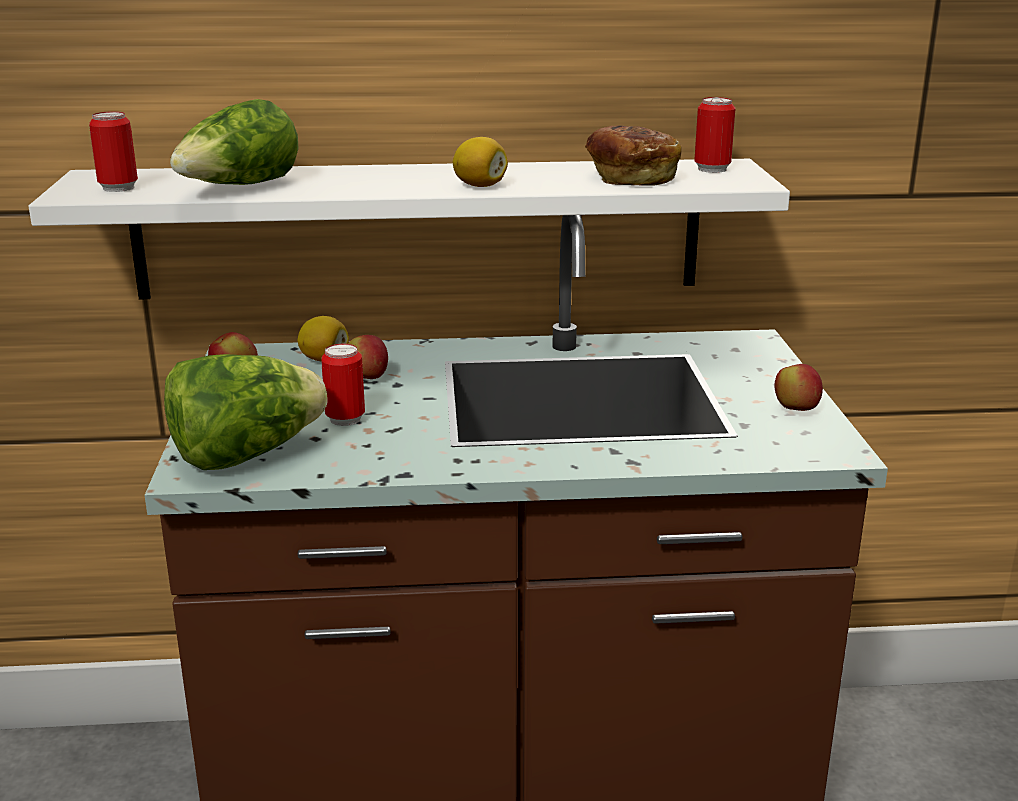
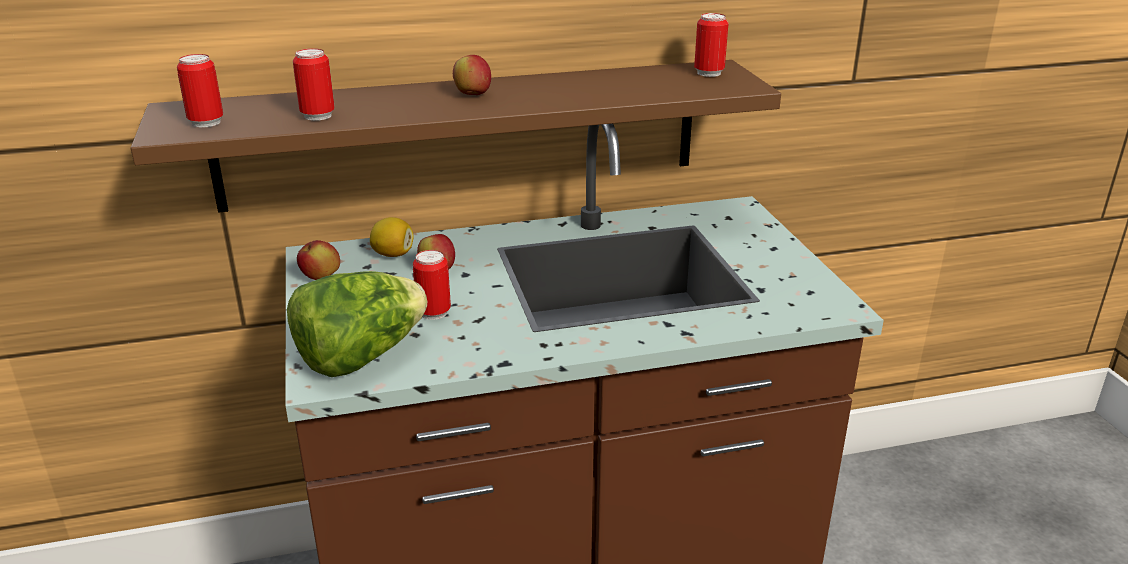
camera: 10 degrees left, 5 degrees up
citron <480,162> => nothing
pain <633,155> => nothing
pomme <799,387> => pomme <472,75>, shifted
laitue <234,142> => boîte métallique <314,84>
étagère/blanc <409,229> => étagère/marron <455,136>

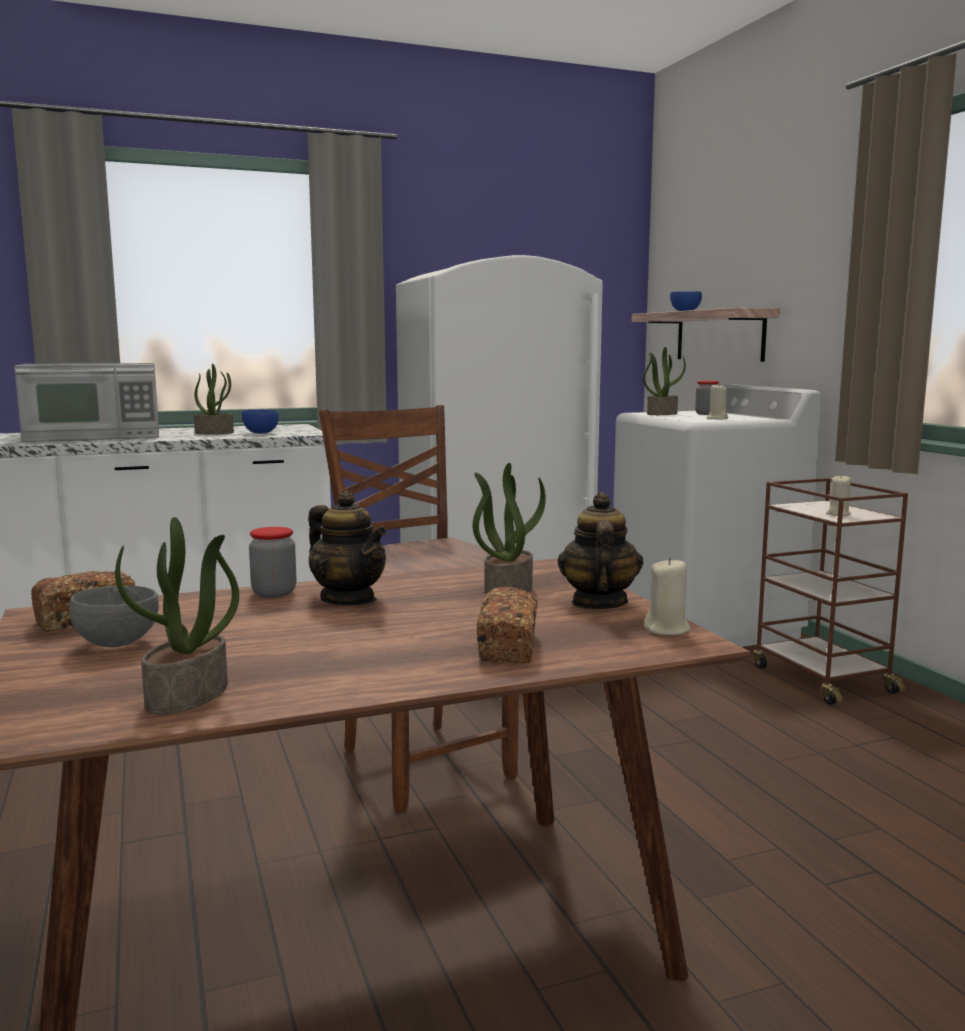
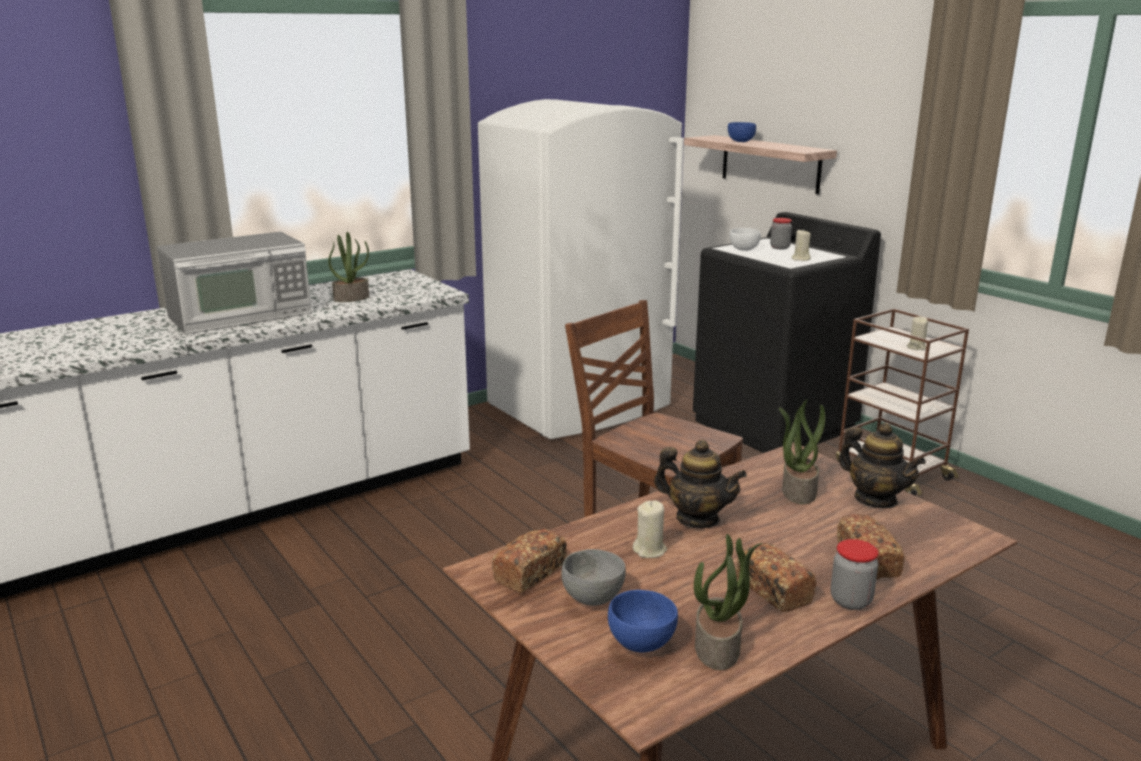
camera: 15 degrees left, 10 degrees up
nothing => pain <776,577>
bol/bleu <260,421> => bol/bleu <643,621>, shifted
bocal <273,562> => bocal <855,574>, shifted
bougie/beige <667,596> => bougie/beige <650,529>, shifted
plante en pot <664,381> => bol/blanc <745,239>
lave-linge/blanc <717,515> => lave-linge/noir <787,332>
théière <600,551> => théière <882,465>, 150 degrees clockwise

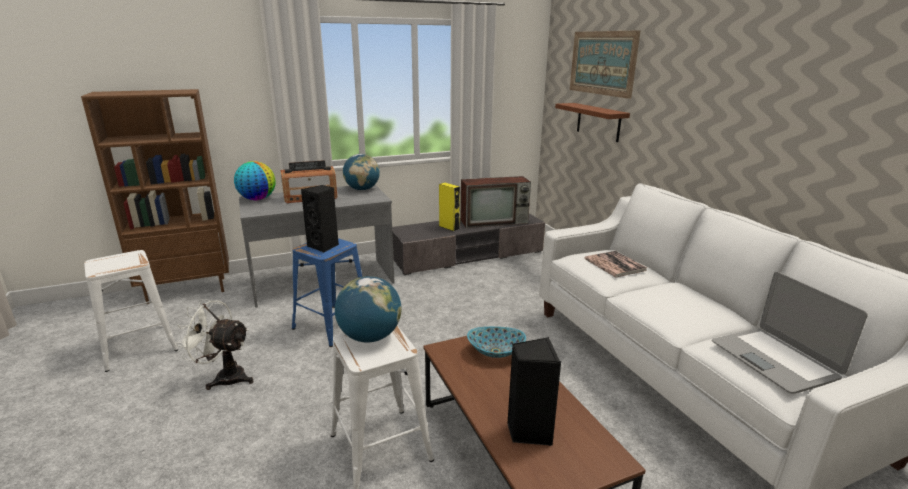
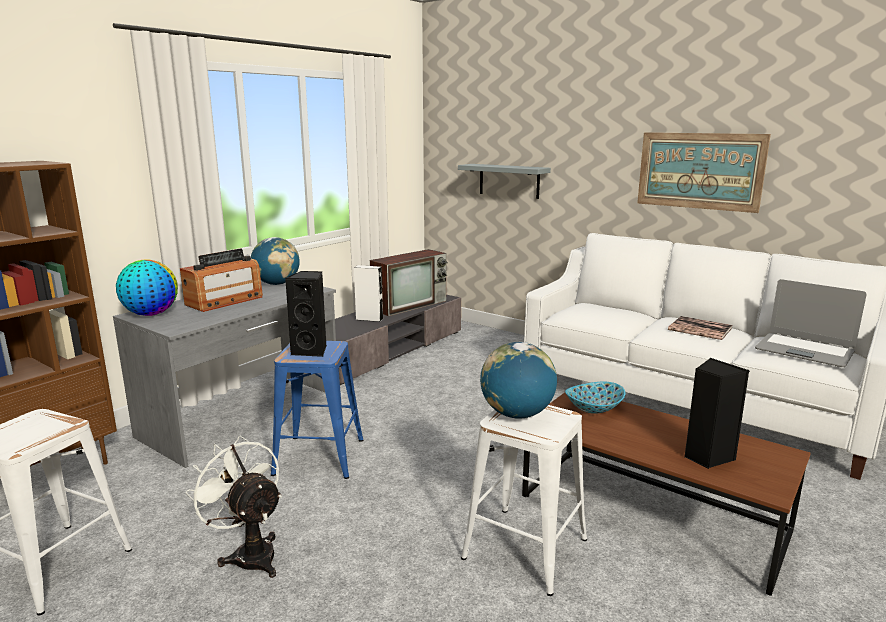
camera: 30 degrees left, 5 degrees down
tableau <605,64> => tableau <704,172>, shifted
livre <616,264> => livre <700,328>, shifted
enceinte/jaune <449,207> => enceinte/blanc <368,293>
étagère/marron <592,122> => étagère/gris <504,181>
ventilateur/blanc <214,344> => ventilateur/blanc <234,507>, 60 degrees clockwise

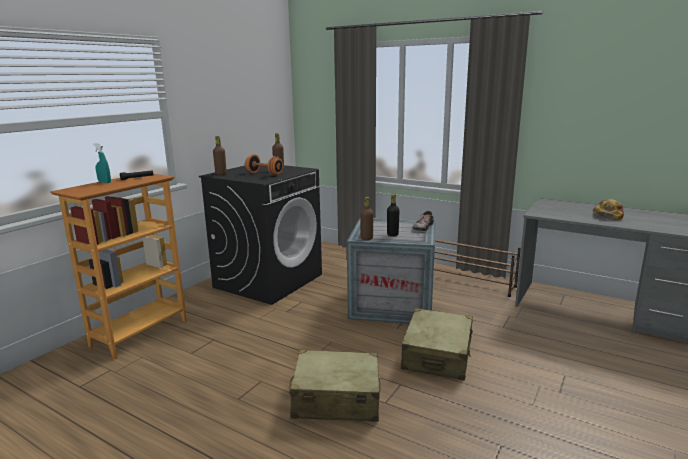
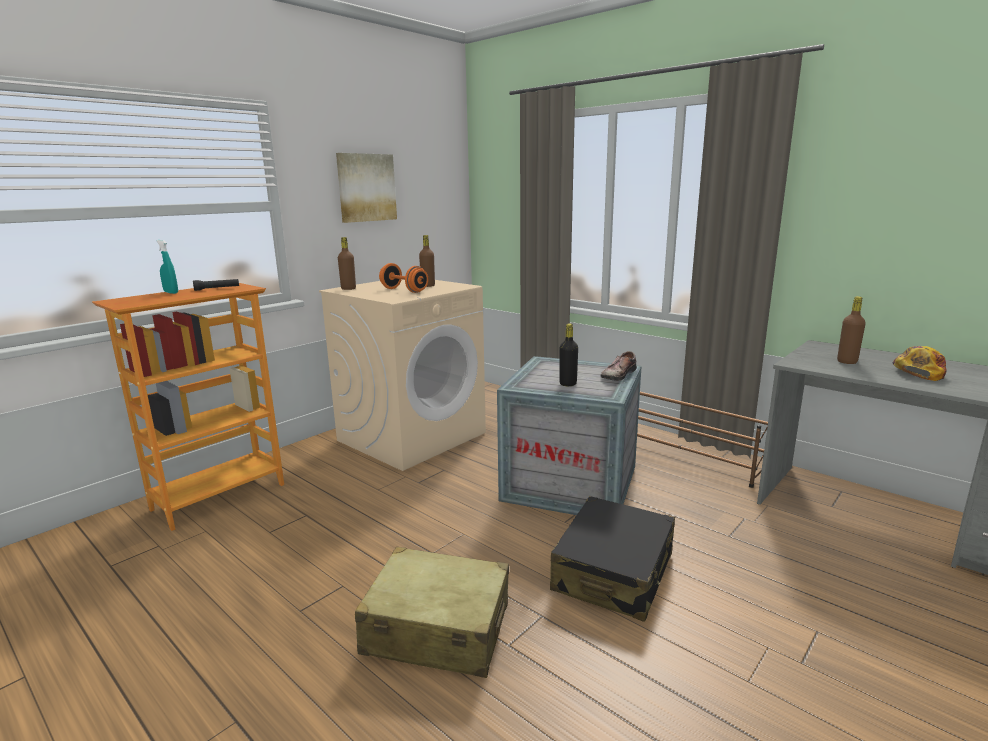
camera: 10 degrees right, 0 degrees up
nothing => tableau <366,188>
bouteille/marron <367,218> => bouteille/marron <851,330>, shifted
lave-linge/noir <260,234> => lave-linge/beige <402,375>
valise/beige <437,344> => valise/noir <612,559>

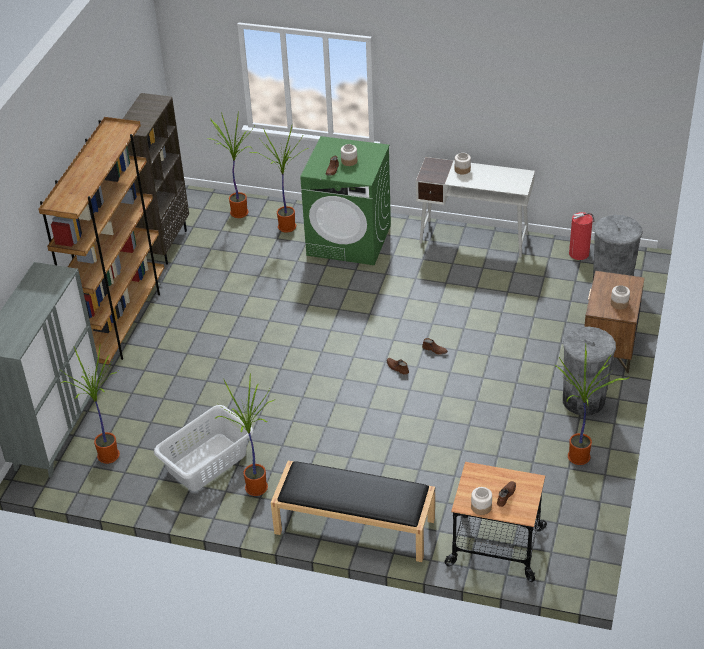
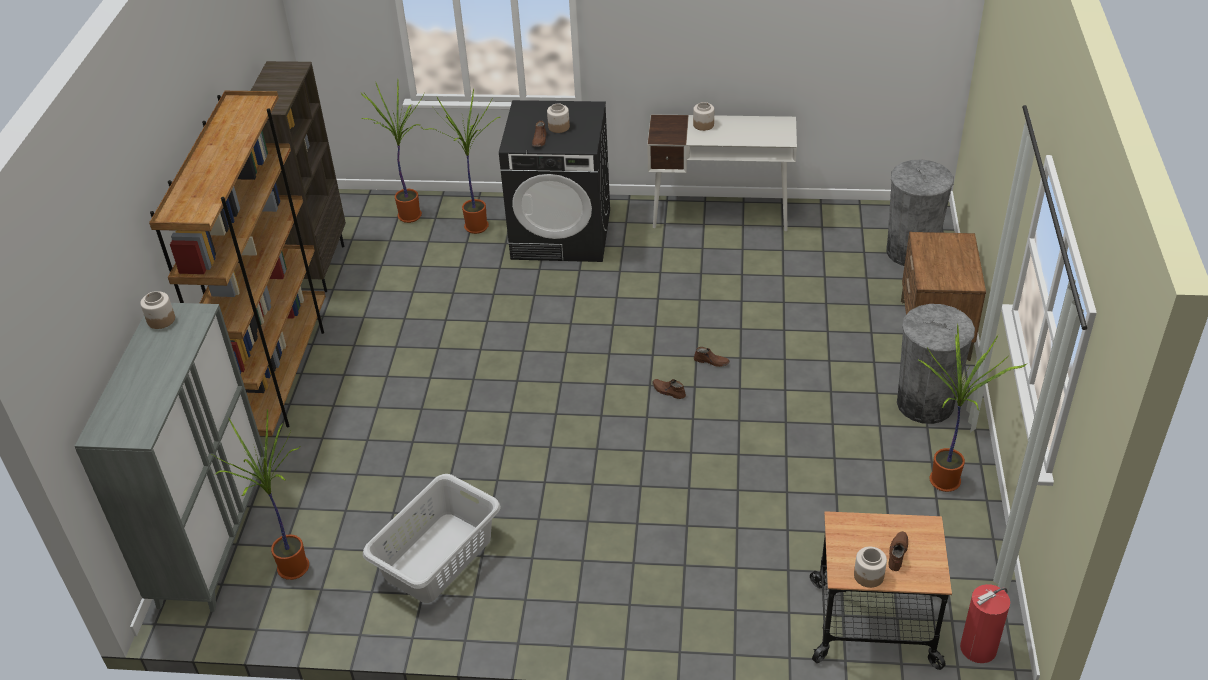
camera: 10 degrees left, 0 degrees up
plante en pot <245,435> => nothing
banc/noir <353,511> => nothing
extincteur <581,236> => extincteur <985,623>, shifted
bocal <620,297> => bocal <157,310>, shifted
lave-linge/vert <345,200> => lave-linge/noir <554,181>

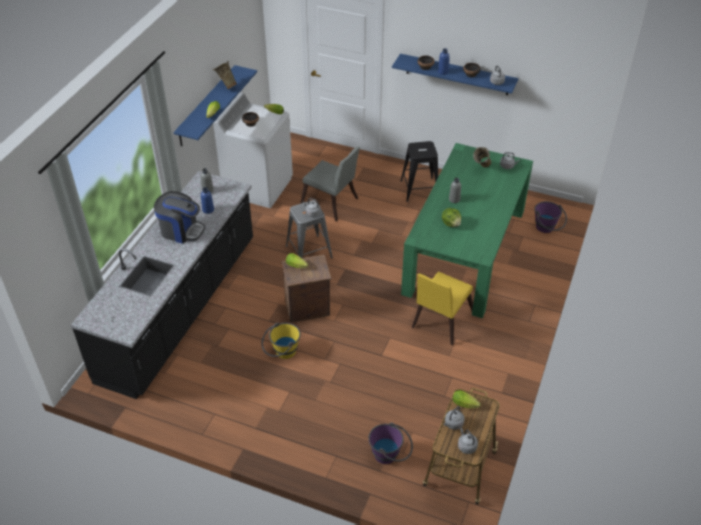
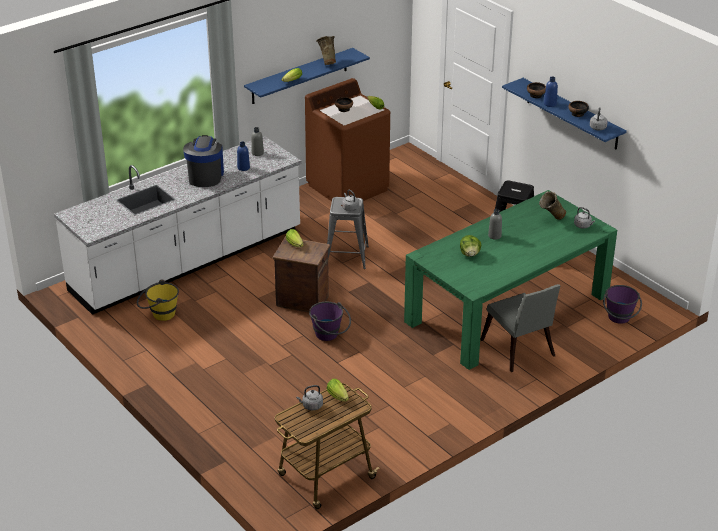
camera: 30 degrees right, 10 degrees down
chaise/jaune <442,308> => nothing
bouilloire/gris <468,441> => nothing
seau/jaune <281,340> => seau/jaune <158,300>, shifted
chaise/gris <330,183> => chaise/gris <520,328>, shifted
seau/violet <390,443> => seau/violet <330,321>, shifted
comptoir de cuisine/noir <162,285> => comptoir de cuisine/blanc <177,225>
lave-linge/blanc <253,150> => lave-linge/marron <347,142>
machine à café <179,217> => machine à café <203,161>, 135 degrees counterclockwise

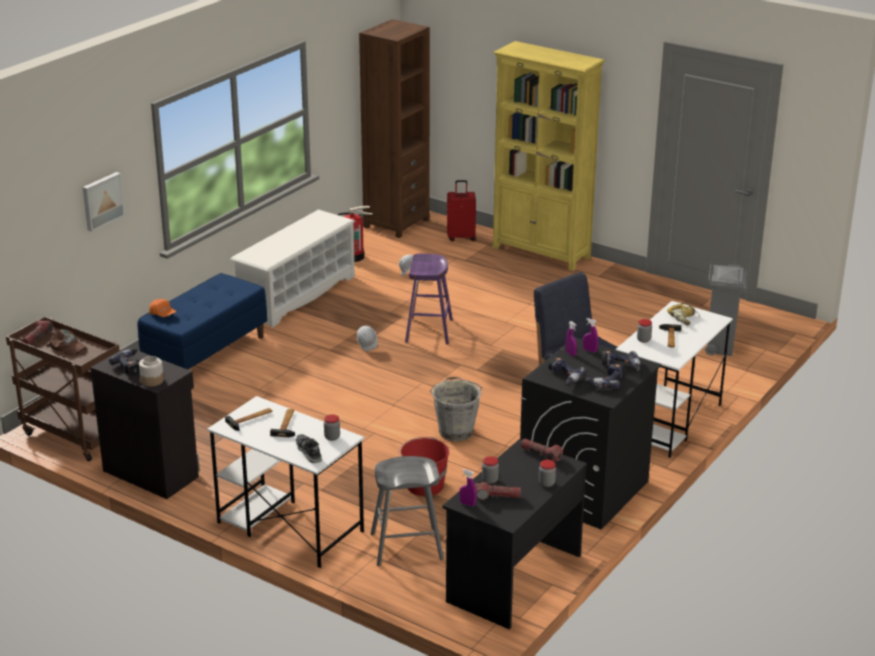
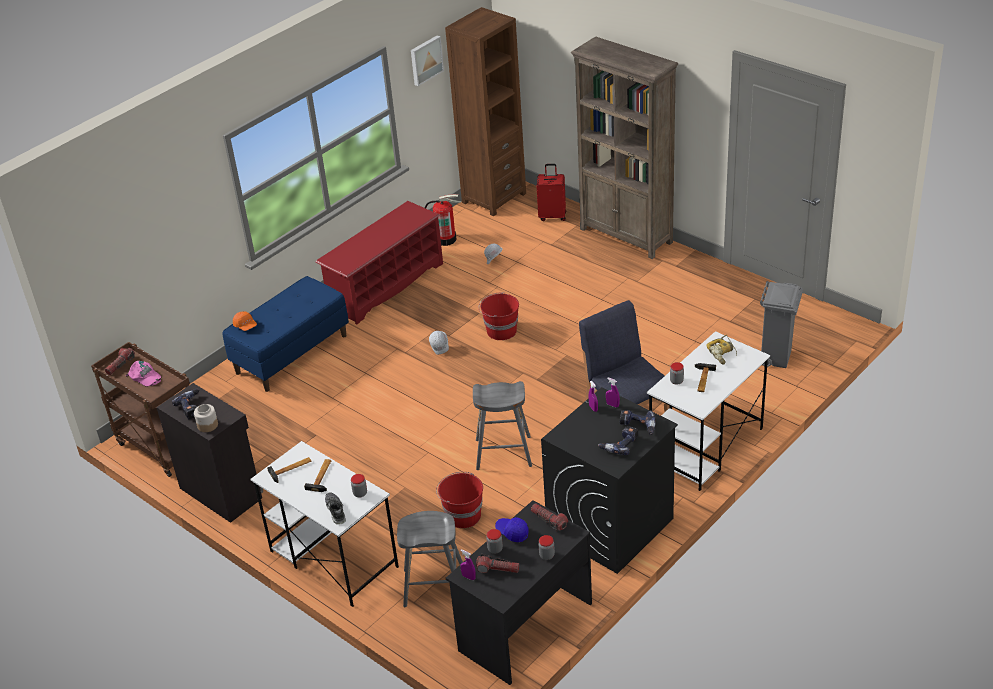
camera: 10 degrees right, 10 degrees up
perceuse <567,371> => nothing
nothing => casquette/bleu <511,529>
tableau <104,202> => tableau <427,60>, shifted
tabouret/violet <429,299> => seau/rouge <499,316>
seau/gris <456,409> => tabouret/gris <502,425>
casquette/marron <66,342> => casquette/rose <143,374>
étagère à chaussures/blanc <292,269> => étagère à chaussures/rouge <379,263>
bibliothèque/jaune <548,156> => bibliothèque/marron <624,148>

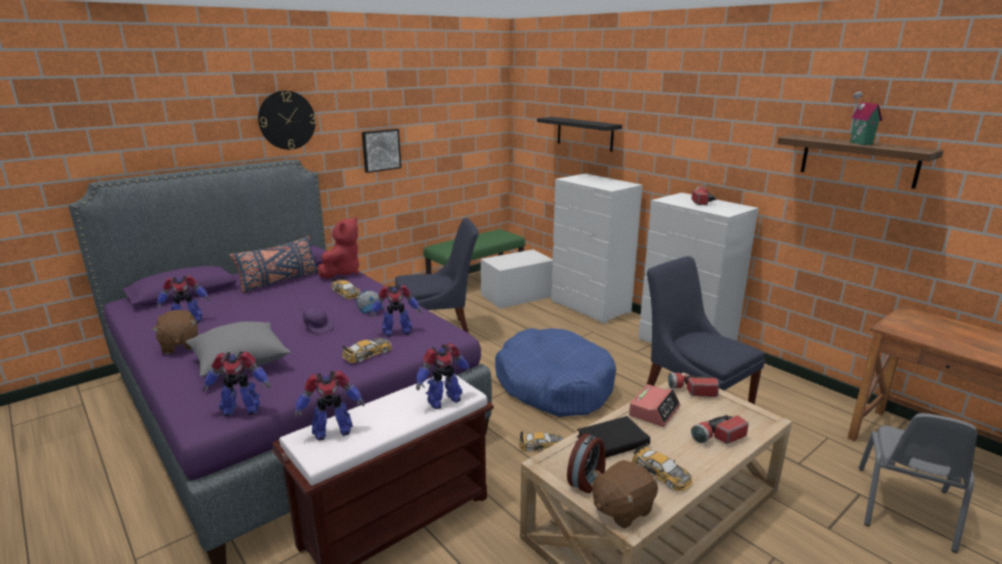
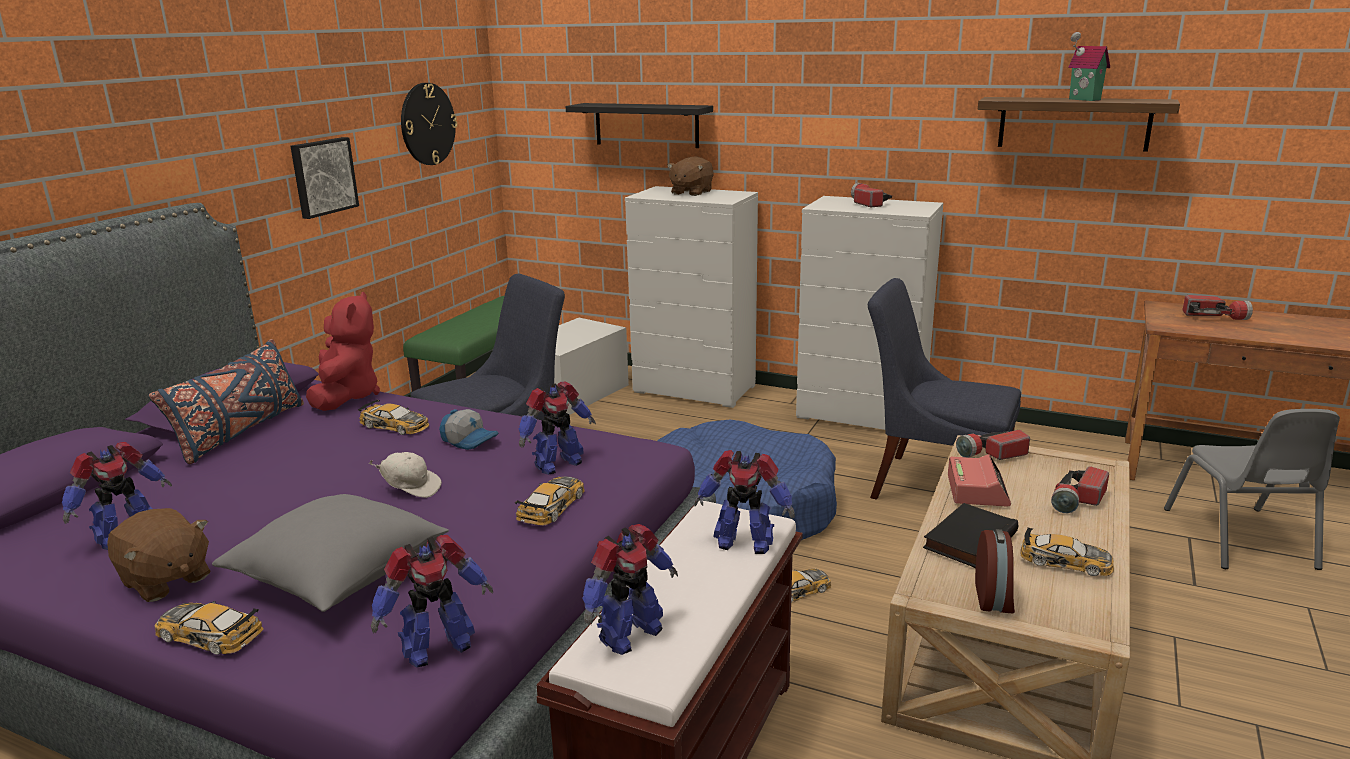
camera: 25 degrees left, 0 degrees up
nothing => petite voiture <209,628>
nothing => lampe de poche <1218,307>
horloge murale <287,120> => horloge murale <429,124>, shifted
peluche/marron <625,494> => peluche/marron <690,176>, shifted
casquette/violet <317,320> => casquette/blanc <405,475>
robot jouet <444,376> => robot jouet <744,502>, 75 degrees clockwise

